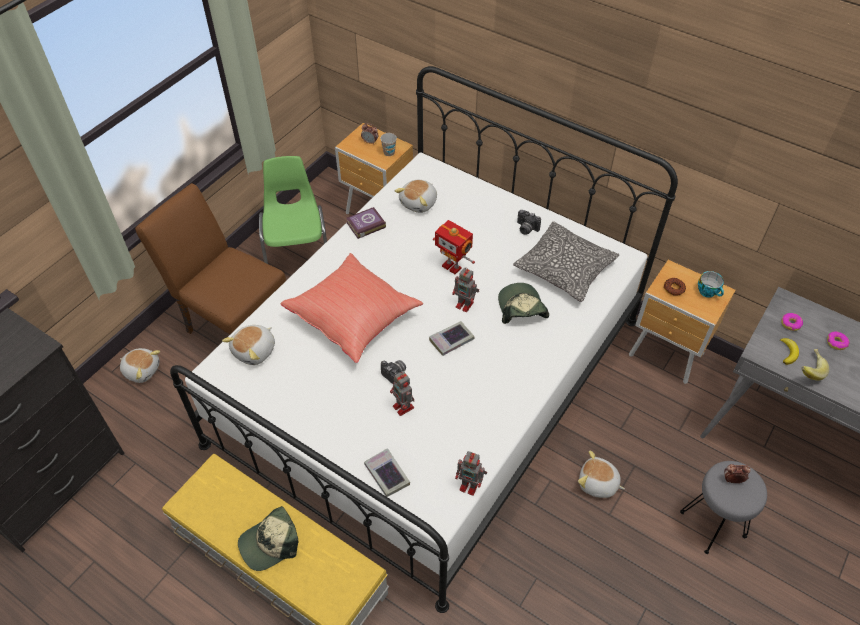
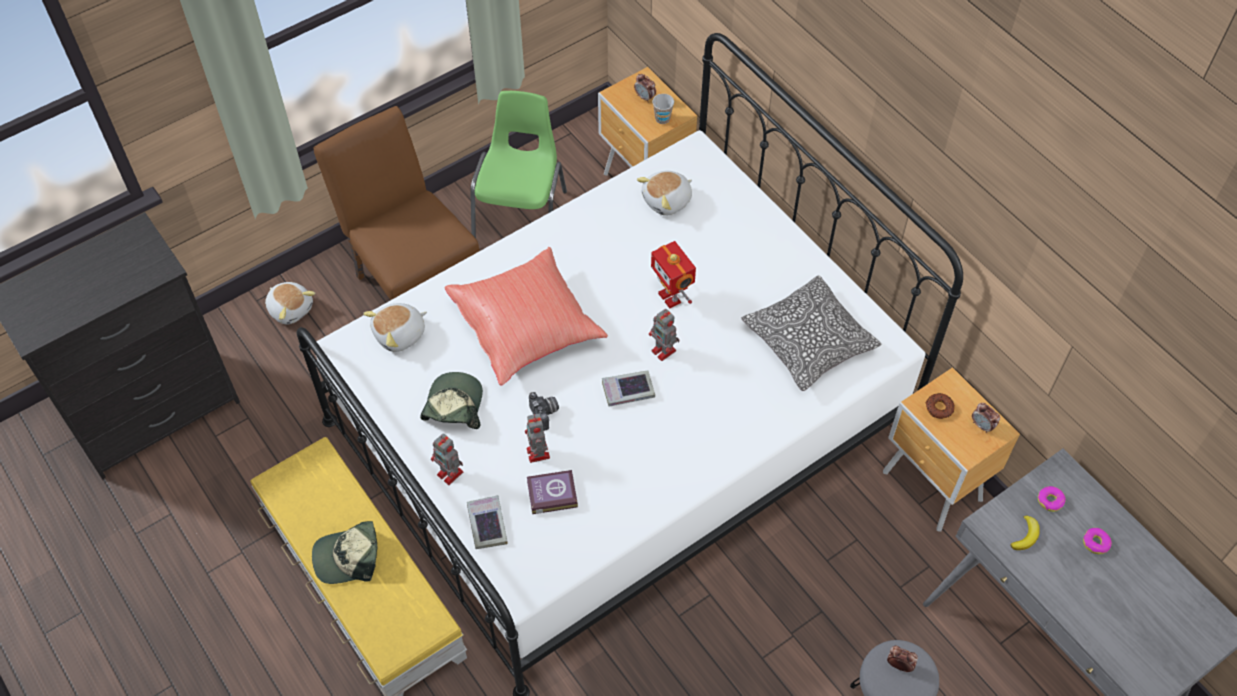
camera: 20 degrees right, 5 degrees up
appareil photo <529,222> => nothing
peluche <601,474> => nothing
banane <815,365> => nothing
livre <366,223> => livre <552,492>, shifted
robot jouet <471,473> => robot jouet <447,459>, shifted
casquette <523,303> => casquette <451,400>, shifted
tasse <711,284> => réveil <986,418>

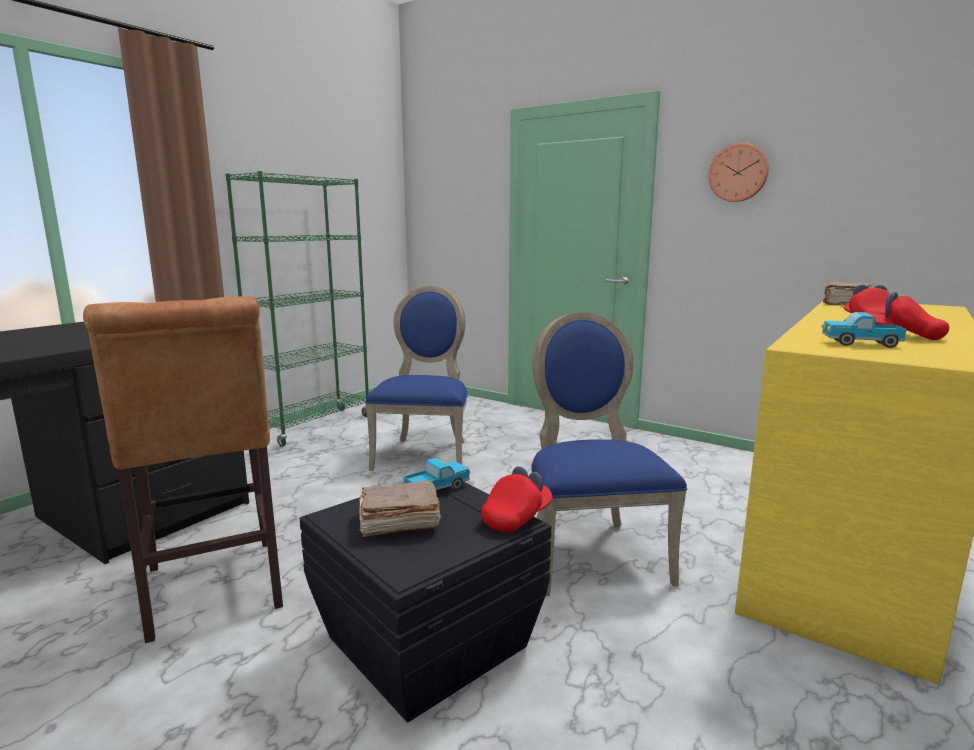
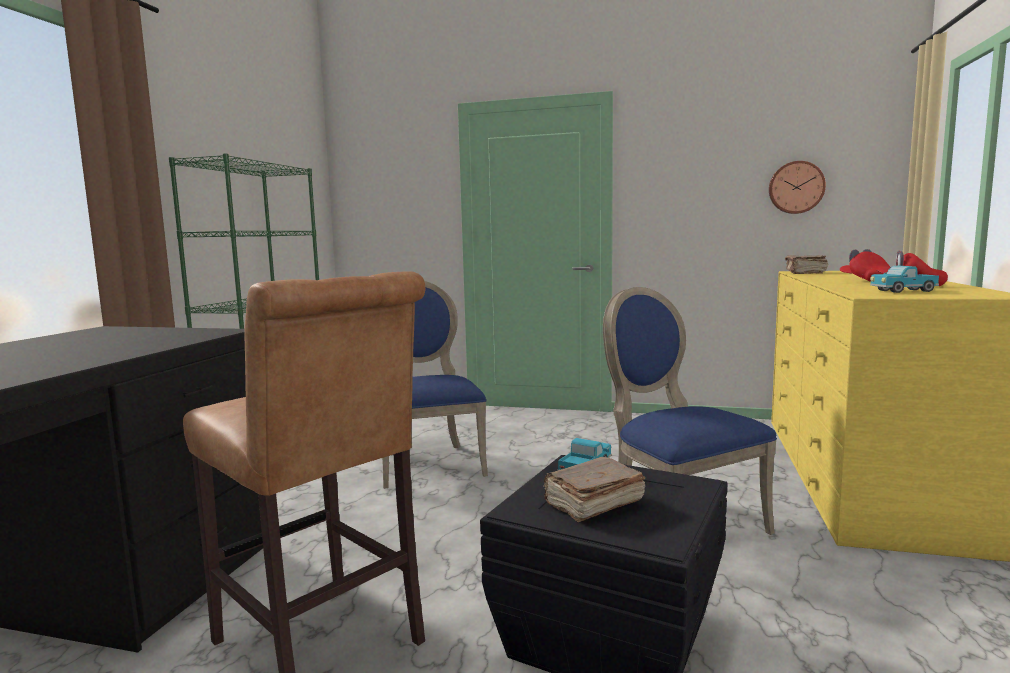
camera: 20 degrees left, 5 degrees down
casquette/rouge <516,499> => nothing
horloge murale <739,172> => horloge murale <797,187>, shifted

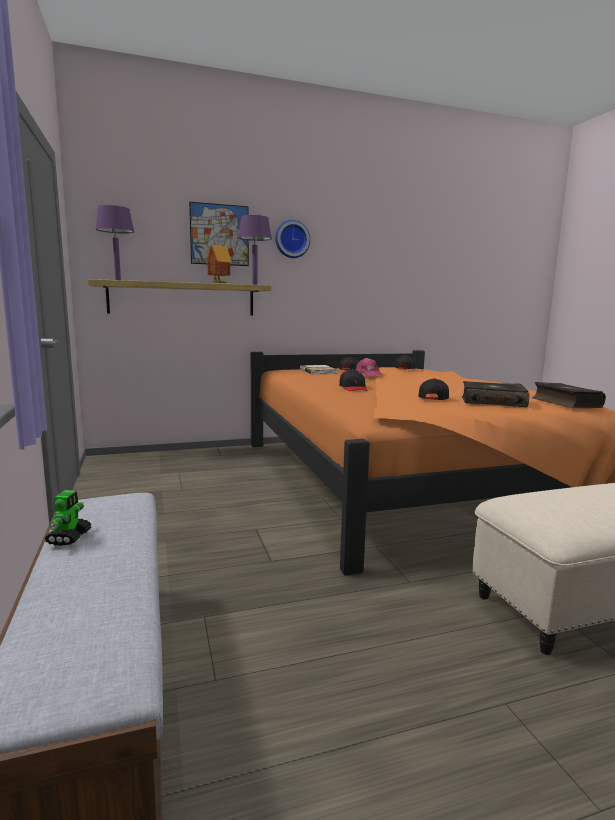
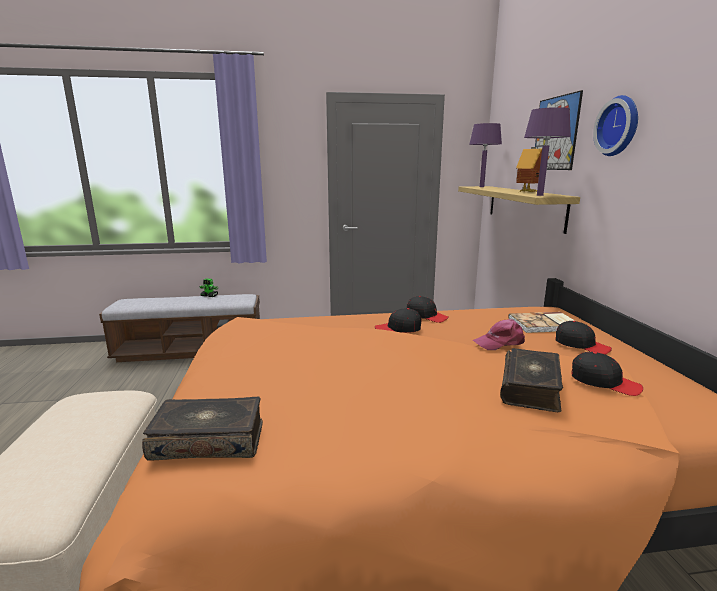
camera: 100 degrees right, 5 degrees up
casquette/noir <433,389> => casquette/noir <428,309>, shifted
livre <495,394> => livre <531,380>, shifted

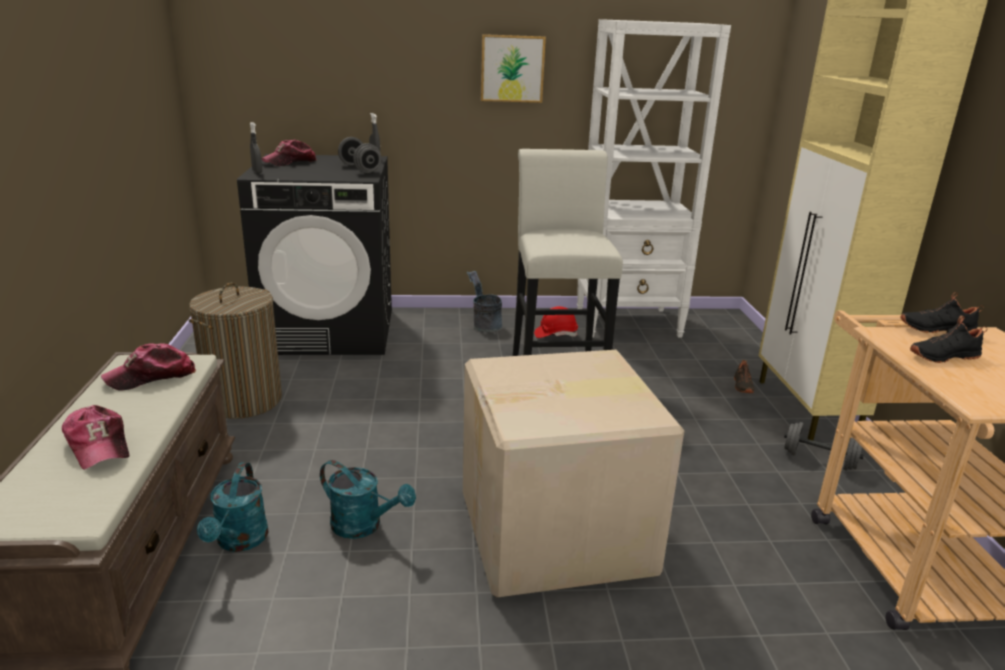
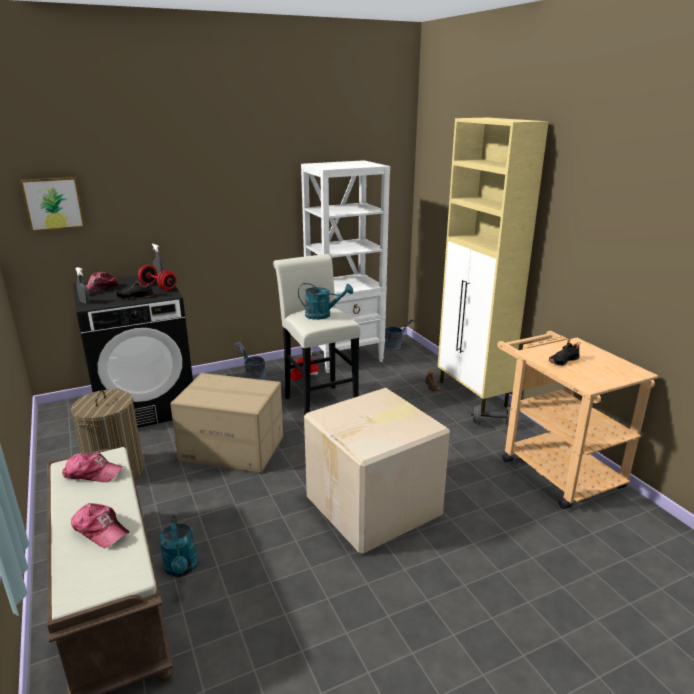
camera: 20 degrees left, 0 degrees up
nothing => carton <227,423>
nothing => seau/gris <400,334>
arrosoir/turquoise <368,499> => arrosoir/turquoise <325,301>, shifted
tableau <513,68> => tableau <52,204>, shifted
chaussure/noir <942,312> => chaussure/noir <134,288>, shifted
haltère/gris <359,155> => haltère/rouge <157,278>
casquette <148,367> => casquette <92,467>, 120 degrees counterclockwise

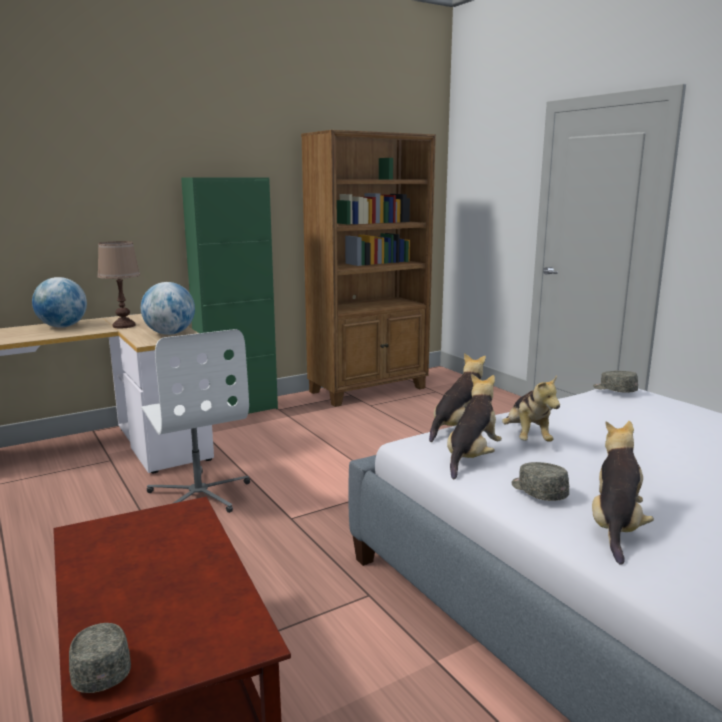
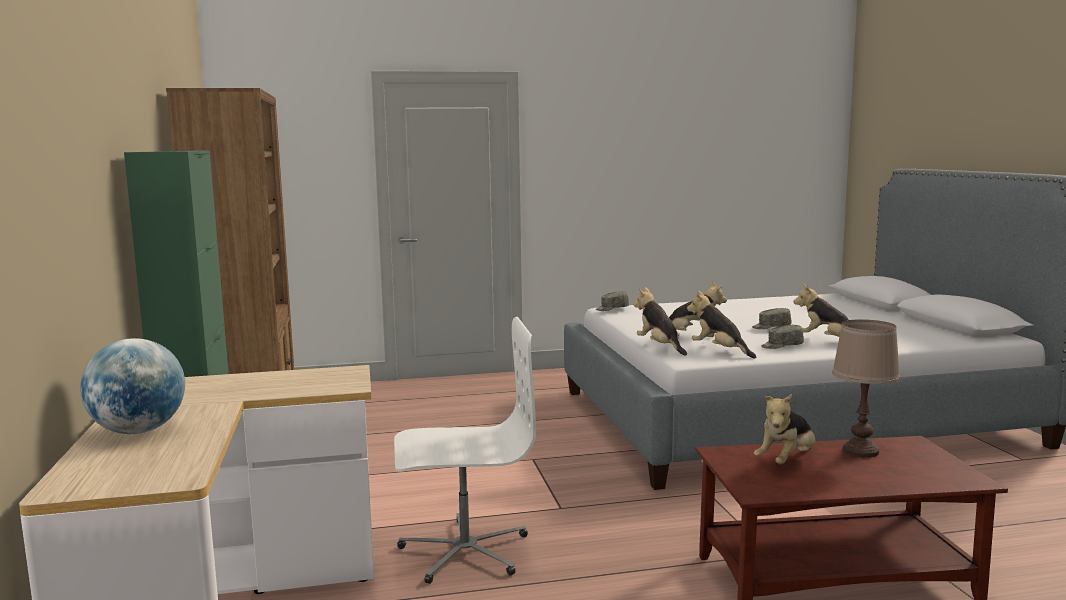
camera: 70 degrees left, 5 degrees down
globe <168,308> => nothing
nothing => peluche <785,429>
casquette/gris <100,658> => casquette/gris <771,318>, shifted
lampe de table/marron <118,284> => lampe de table/marron <866,388>, shifted

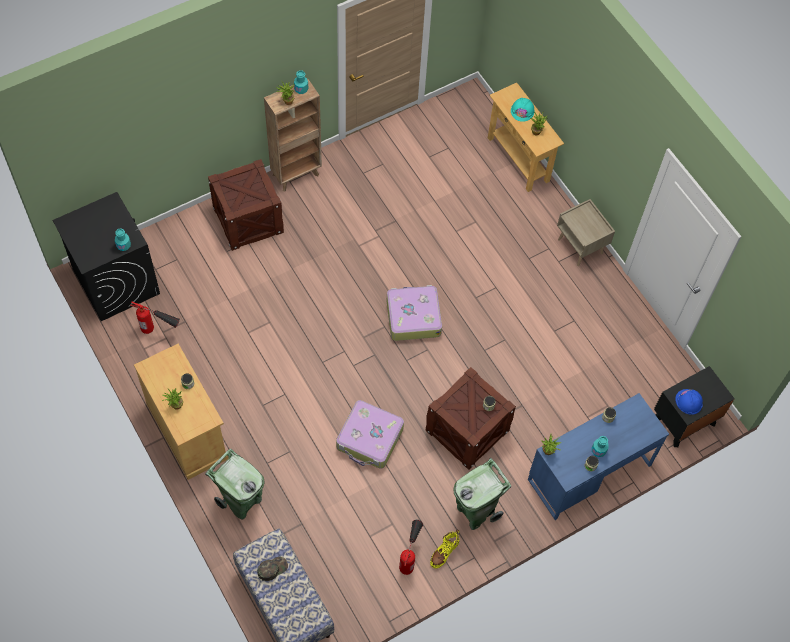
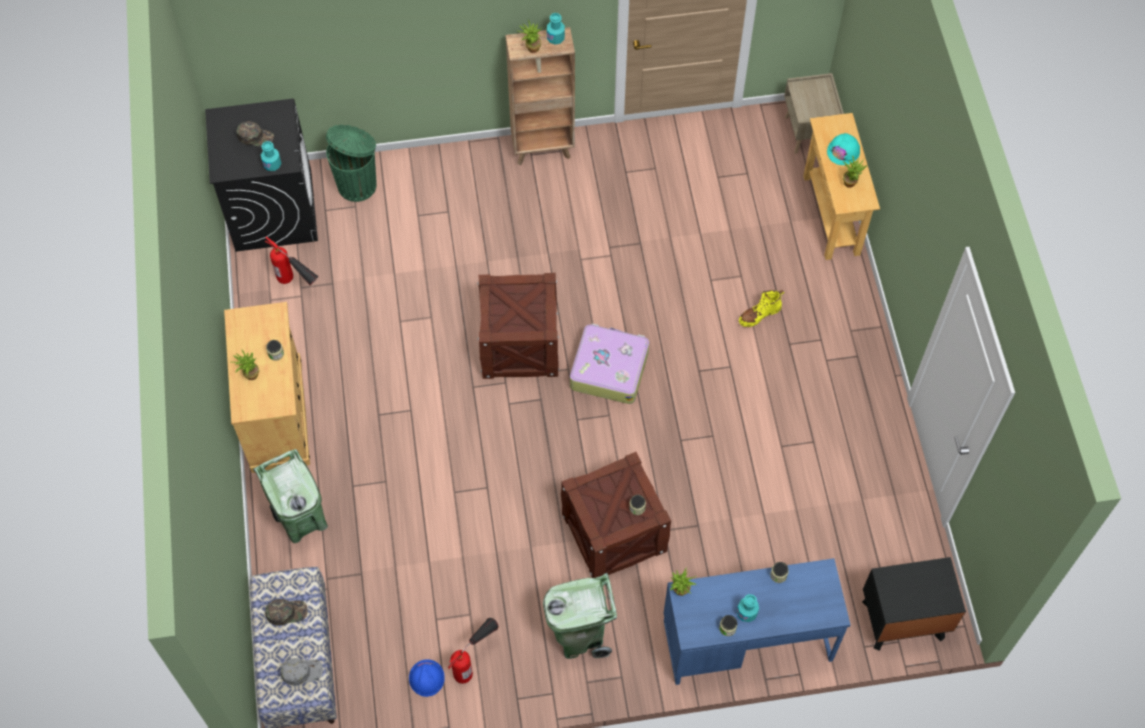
camera: 25 degrees right, 0 degrees up
valise <370,434> => nothing
nothing => casquette/vert <255,134>
nothing => casquette/gris <301,671>
nothing => poubelle/vert <351,163>
caisse <246,205> => caisse <518,326>, shifted
botte/jaune <445,549> => botte/jaune <762,308>, shifted
table de chevet/beige <586,232> => table de chevet/beige <814,113>, shifted
casque de chantier/bleu <689,402> => casque de chantier/bleu <427,678>, shifted

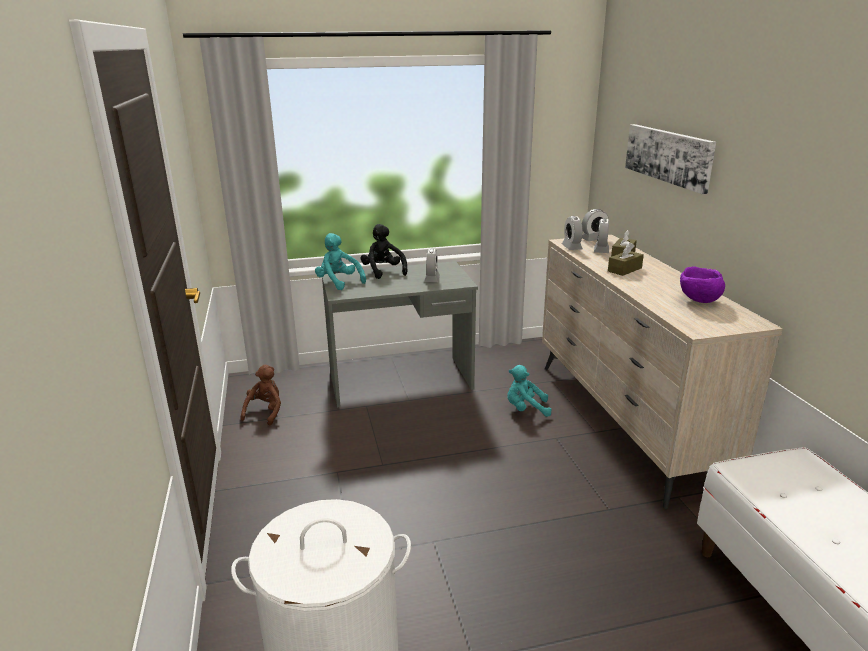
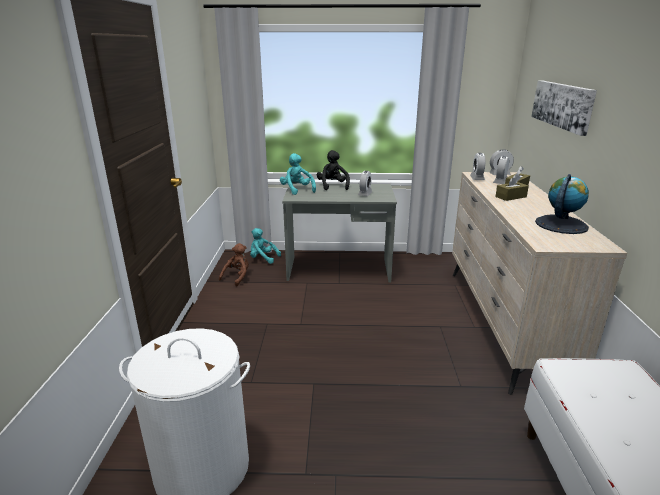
camera: 15 degrees right, 0 degrees up
peluche/turquoise <529,391> => peluche/turquoise <265,246>, shifted
bol/violet <702,284> => globe <562,204>

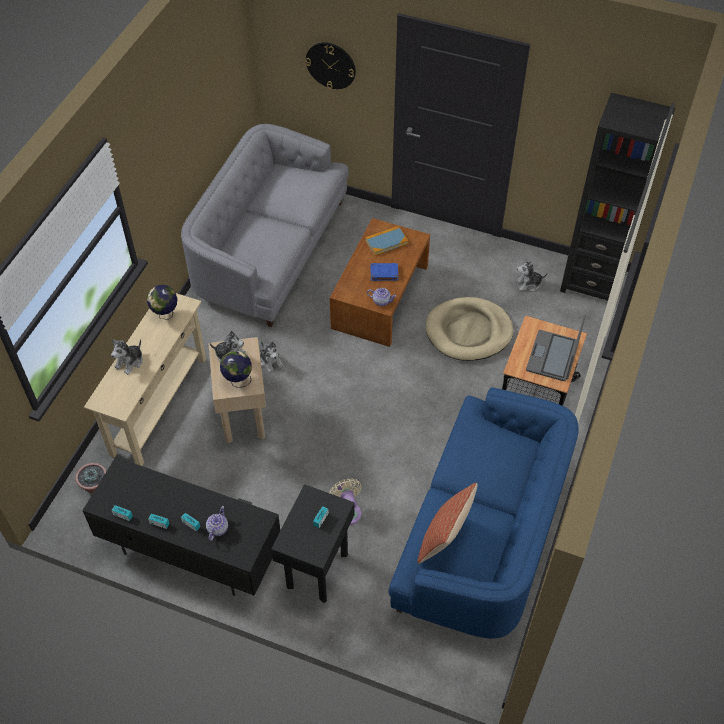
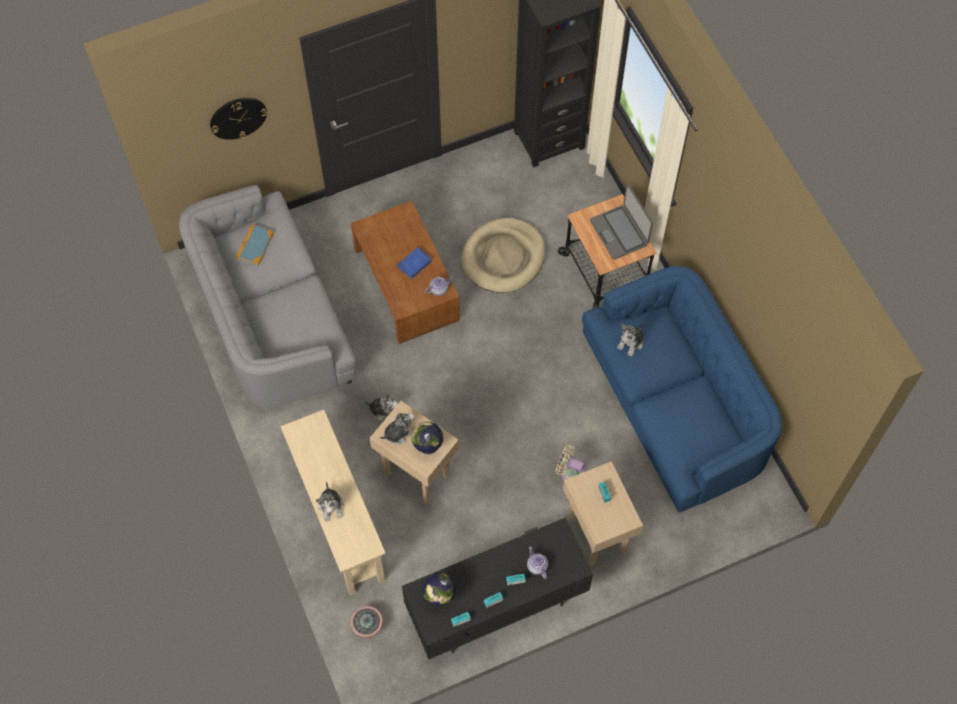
camera: 45 degrees left, 10 degrees up
coussin <447,523> => nothing
globe <162,302> => globe <439,589>, shifted
livre <386,240> => livre <255,245>, shifted
peluche <532,274> => peluche <630,339>, shifted
table d'appoint/noir <313,543> => table d'appoint/beige <603,513>

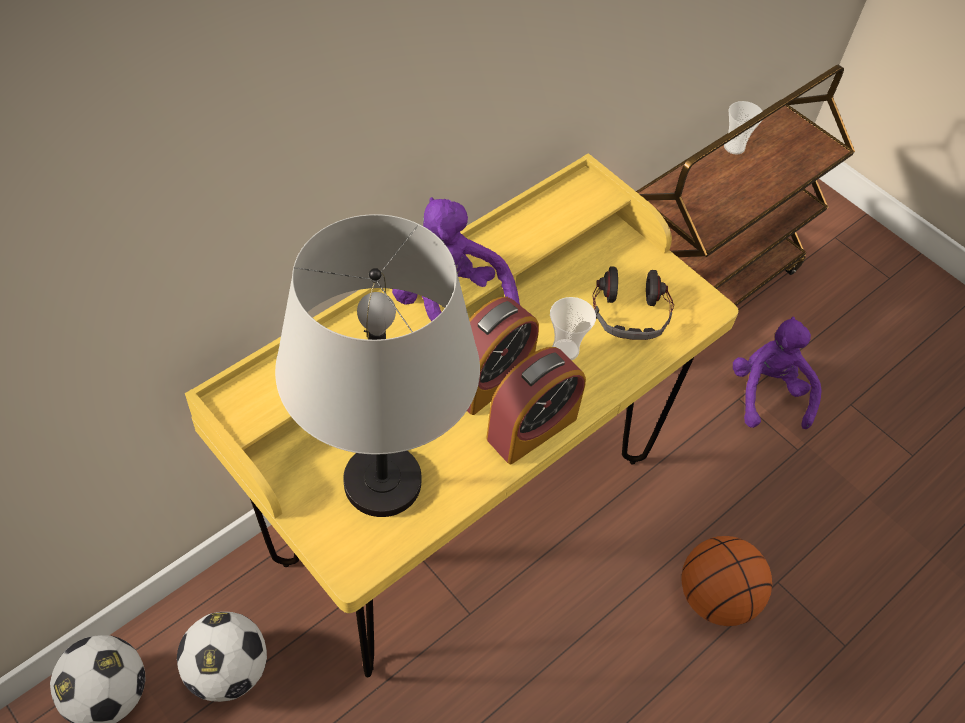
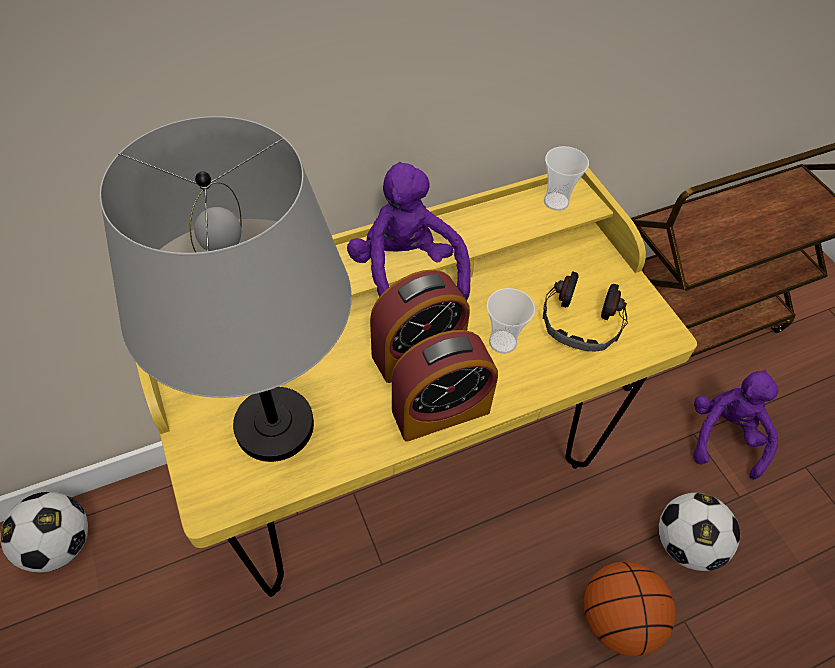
camera: 20 degrees right, 0 degrees up
ballon de foot <222,657> => ballon de foot <699,532>, shifted
tasse <743,128> => tasse <566,178>, shifted

